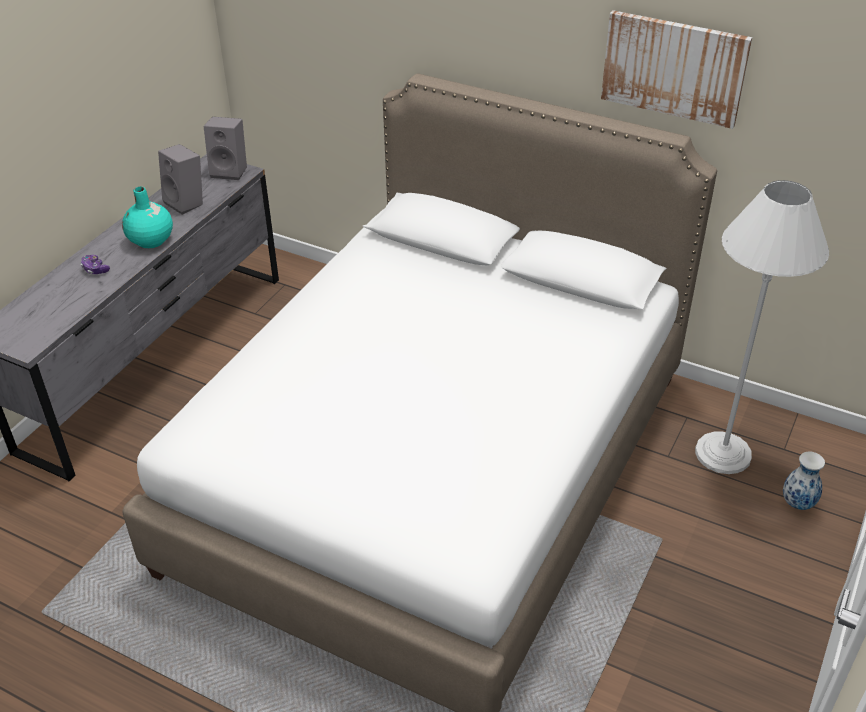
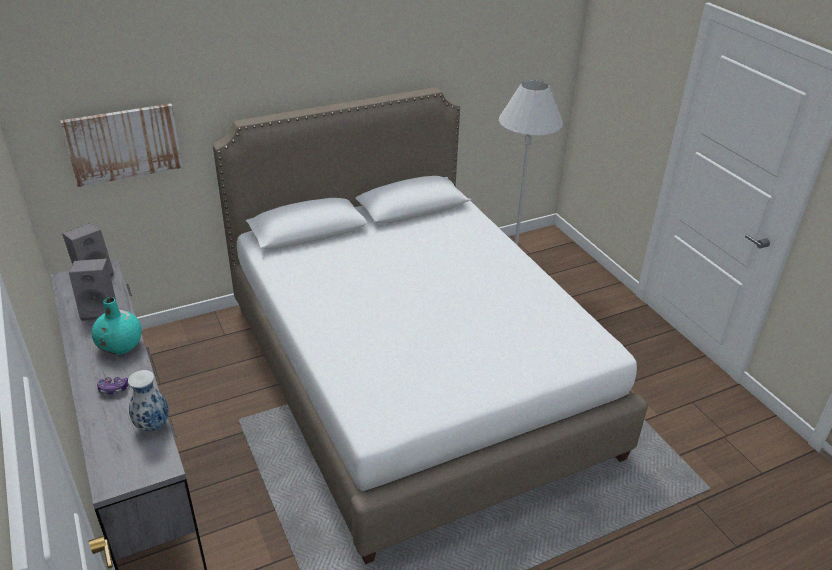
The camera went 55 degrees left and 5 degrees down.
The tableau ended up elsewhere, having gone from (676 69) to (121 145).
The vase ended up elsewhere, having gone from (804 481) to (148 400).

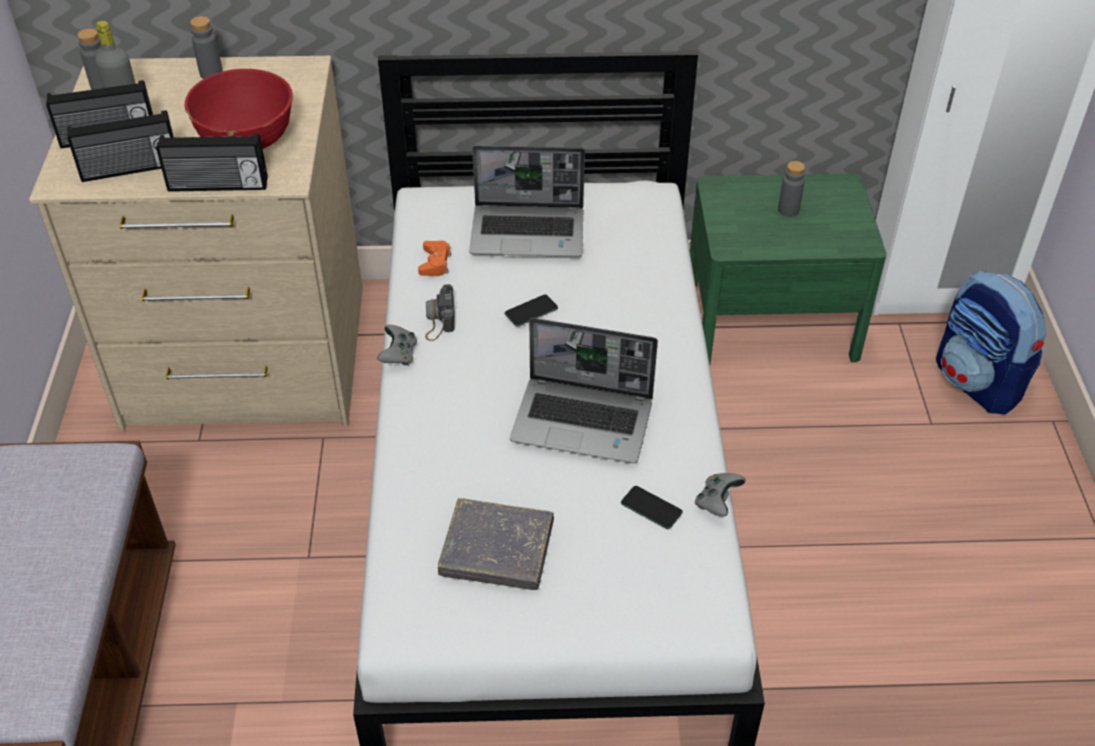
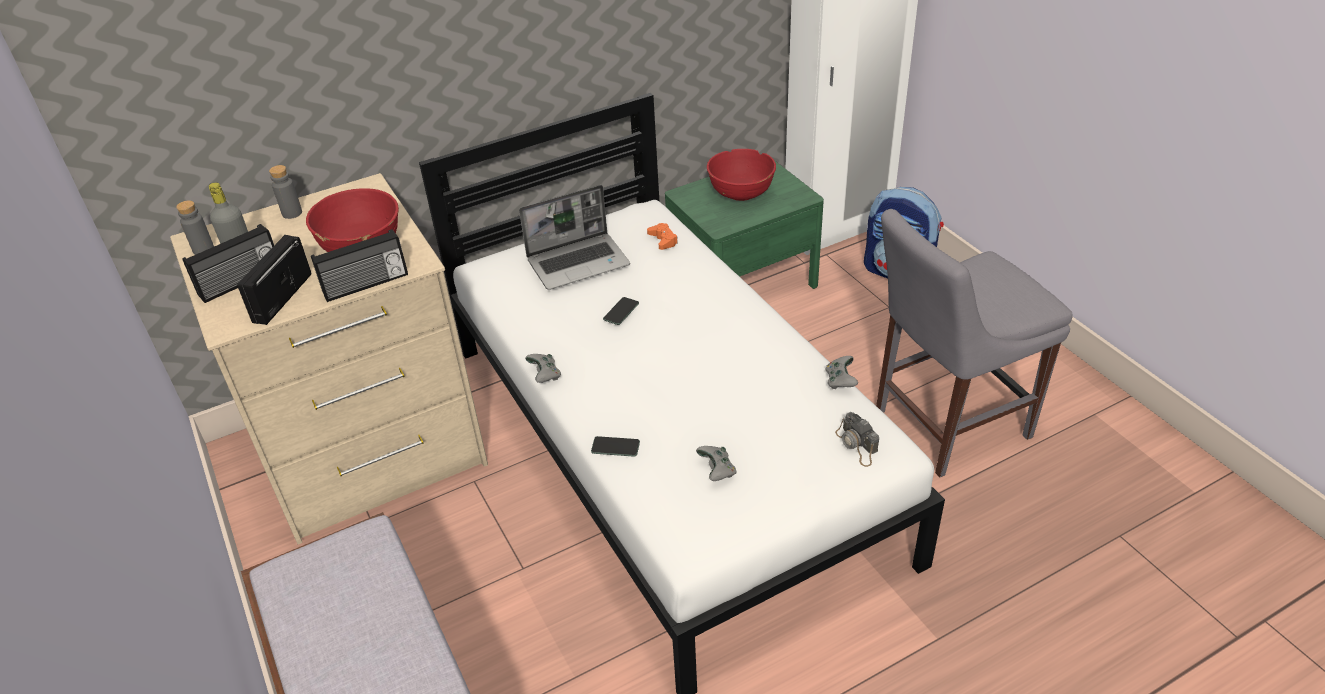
The camera went 25 degrees left and 5 degrees down.
The radio at (120 146) ended up facing another way, 150 degrees clockwise from before.
Where the bouteille (gris) stood at (791 189), the bol (rouge) came to stand at (741 175).
The manette (orange) ended up elsewhere, having gone from (434 258) to (662 236).
The appareil photo ended up elsewhere, having gone from (440 312) to (857 439).
The second view lost the ordinateur portable at (584 390).
The téléphone ended up elsewhere, having gone from (652 507) to (615 446).
Where the livre (gris) stood at (496 544), the manette (gris) came to stand at (716 463).
The second view gained the chaise (gris) at (974 343).

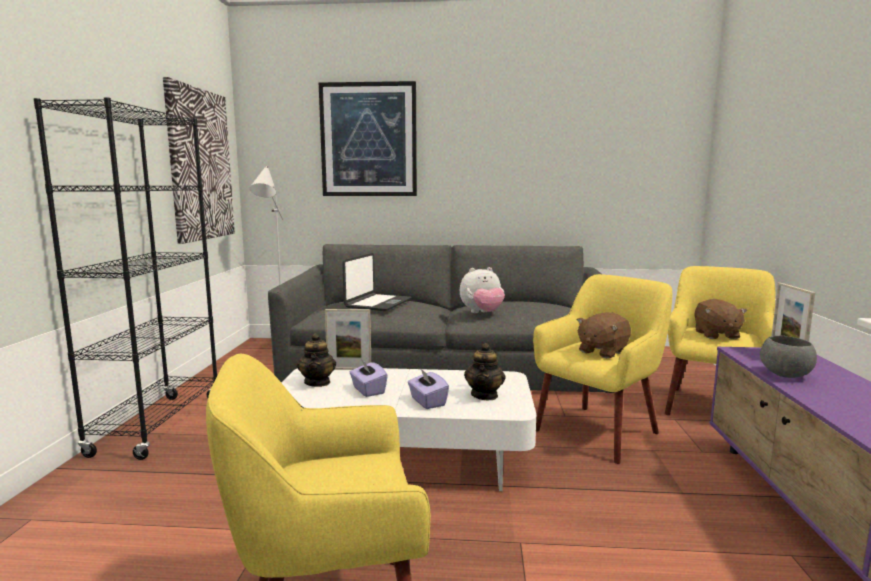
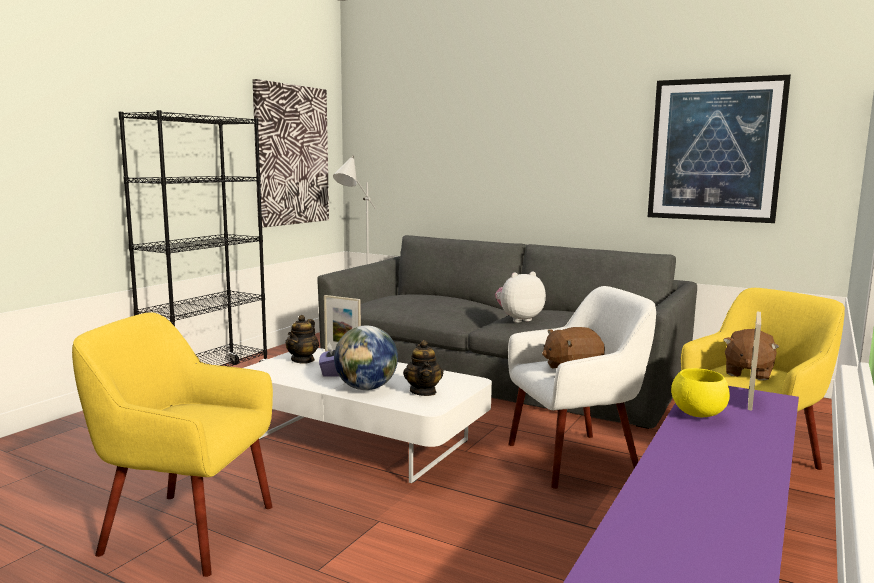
The camera went 25 degrees right and 0 degrees up.
The tableau ended up elsewhere, having gone from (368 138) to (719 149).
The second view lost the ordinateur portable at (377 282).
The peluche at (482 290) ended up facing another way, 150 degrees clockwise from before.
What was the fauteuil (jaune) at (602 369) turned into the fauteuil (blanc) at (582 387).
What was the bol (gris) at (788 357) turned into the bol (jaune) at (700 392).
The théière at (485 371) ended up facing another way, 45 degrees counterclockwise from before.
Where the boîte à mouchoirs (violet) stood at (428 389), the globe came to stand at (366 357).

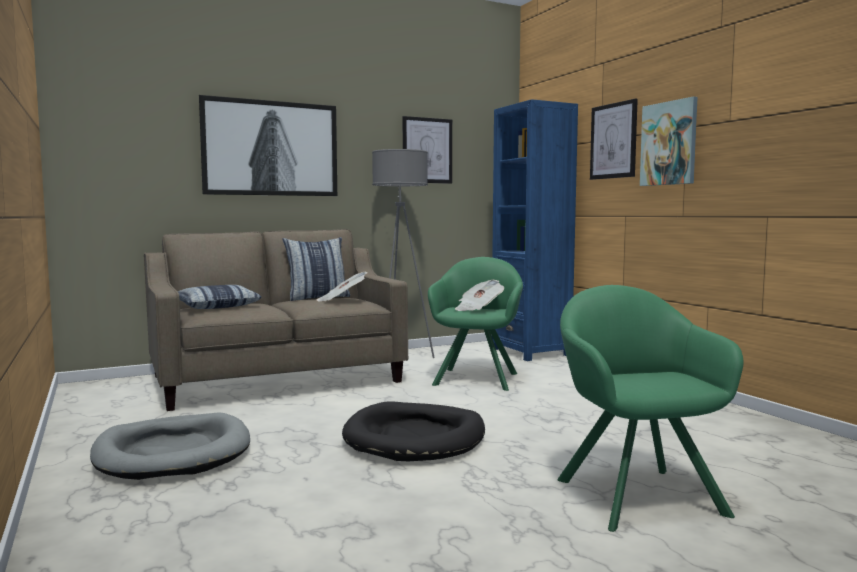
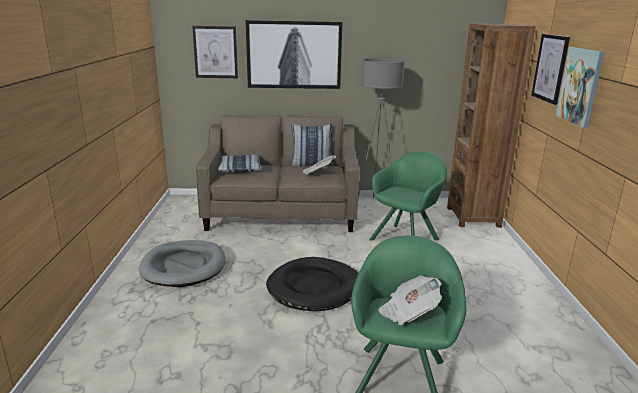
The camera went 25 degrees right and 15 degrees up.
What was the bibliothèque (bleu) at (535 230) turned into the bibliothèque (marron) at (491 125).
The tableau ended up elsewhere, having gone from (427 150) to (215 52).
The journal ended up elsewhere, having gone from (479 295) to (410 300).

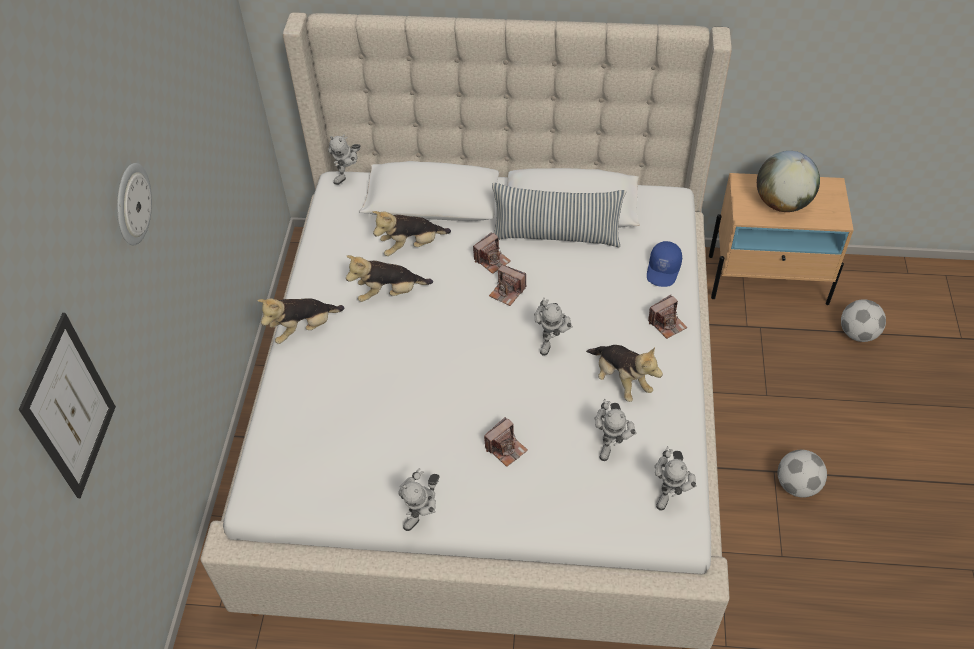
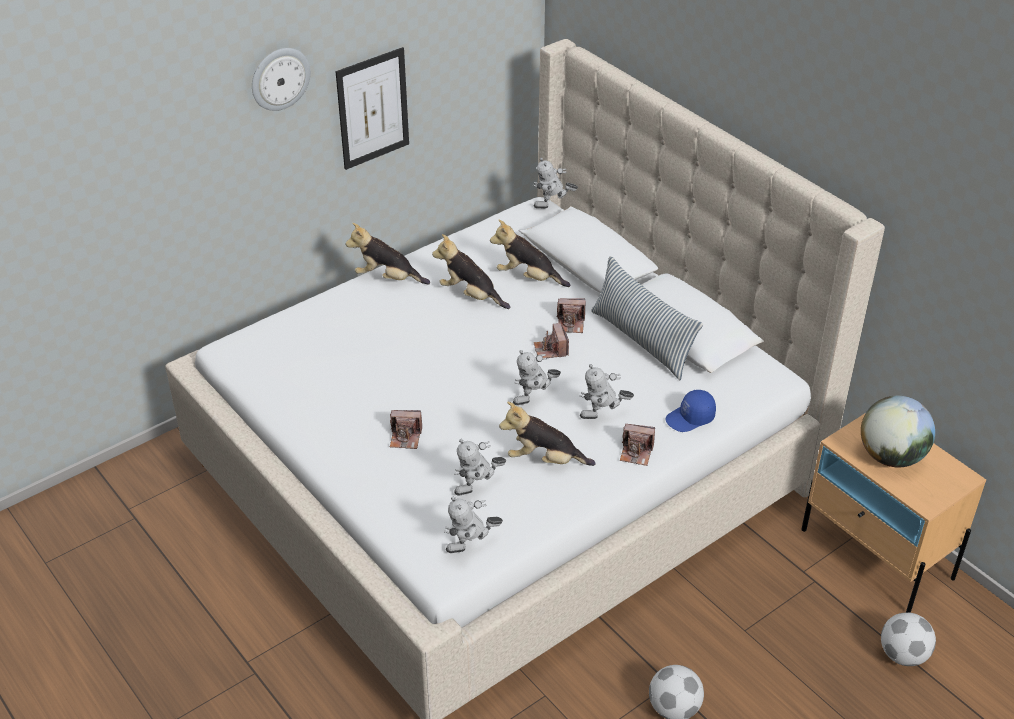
The camera went 45 degrees right and 10 degrees down.
The tableau ended up elsewhere, having gone from (67 405) to (372 108).
The peluche at (624 373) ended up facing another way, 90 degrees clockwise from before.
The robot jouet ended up elsewhere, having gone from (419 499) to (607 391).

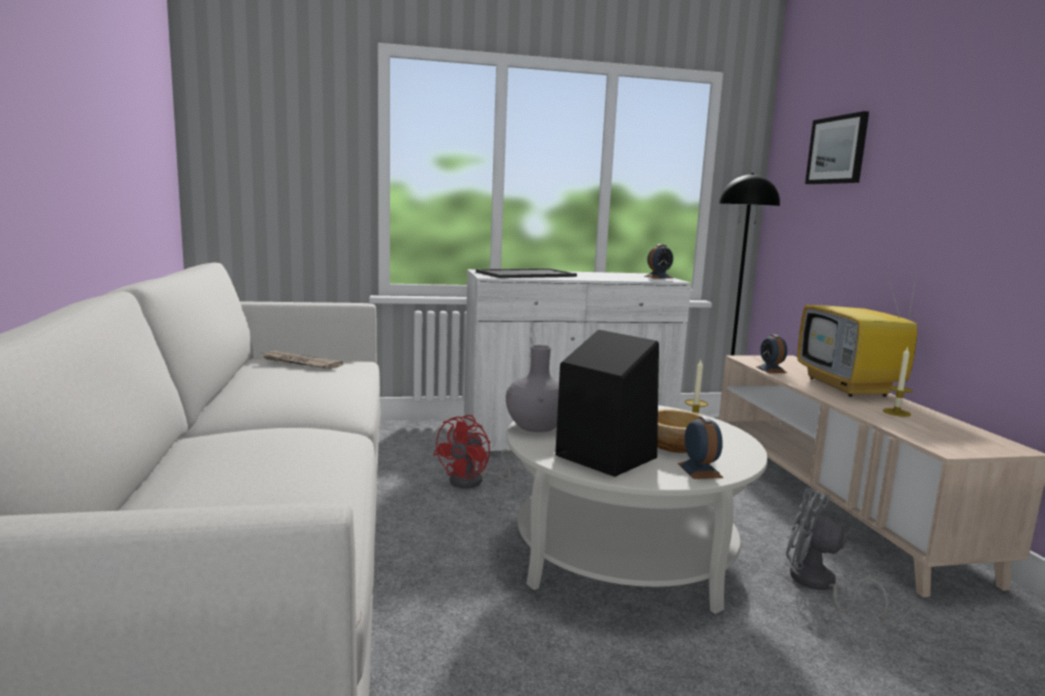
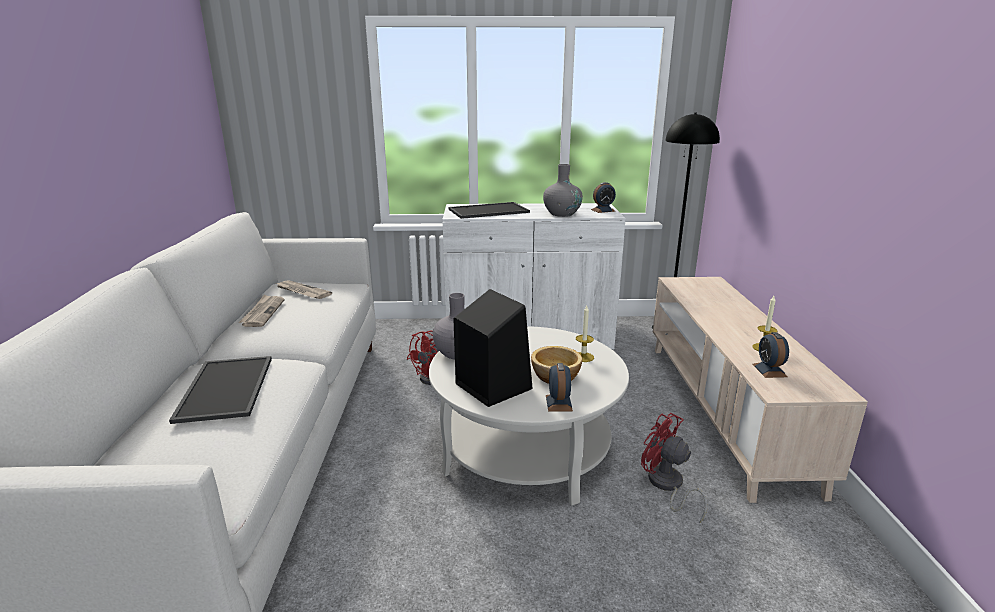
The camera went 10 degrees right and 10 degrees up.
The second view lost the tableau at (837 147).
The second view lost the téléviseur at (858 328).
The réveil ended up elsewhere, having gone from (771 353) to (770 355).
What was the ventilateur (gris) at (837 555) turned into the ventilateur (rouge) at (674 468).
The second view gained the vase (gris) at (563 190).
The second view gained the journal at (261 311).
The second view gained the plateau at (220 390).

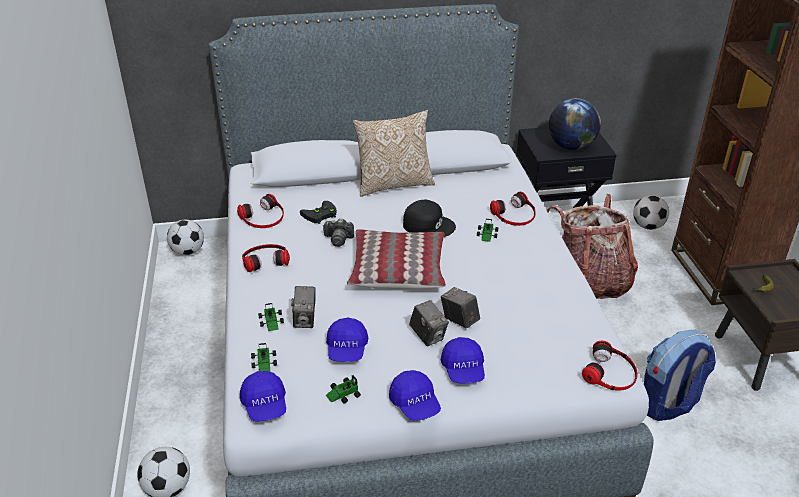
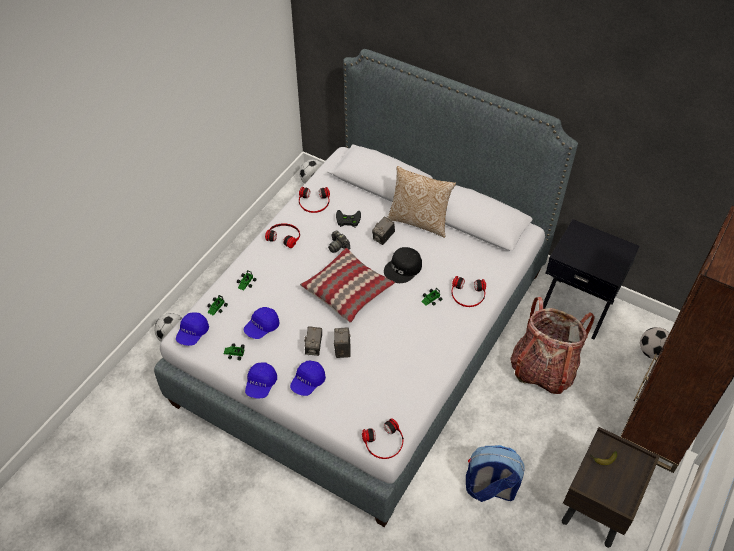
The camera went 40 degrees right and 15 degrees up.
The second view lost the globe at (575 124).
The casquette (noir) at (429 218) ended up facing another way, 75 degrees clockwise from before.
The appareil photo ended up elsewhere, having gone from (303 307) to (383 230).

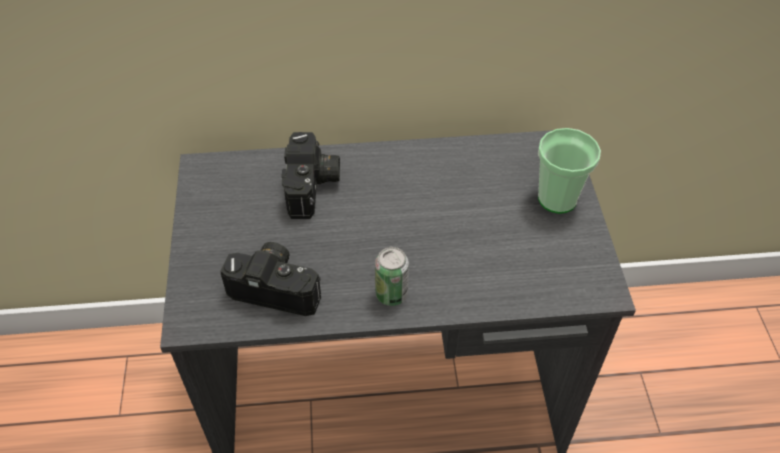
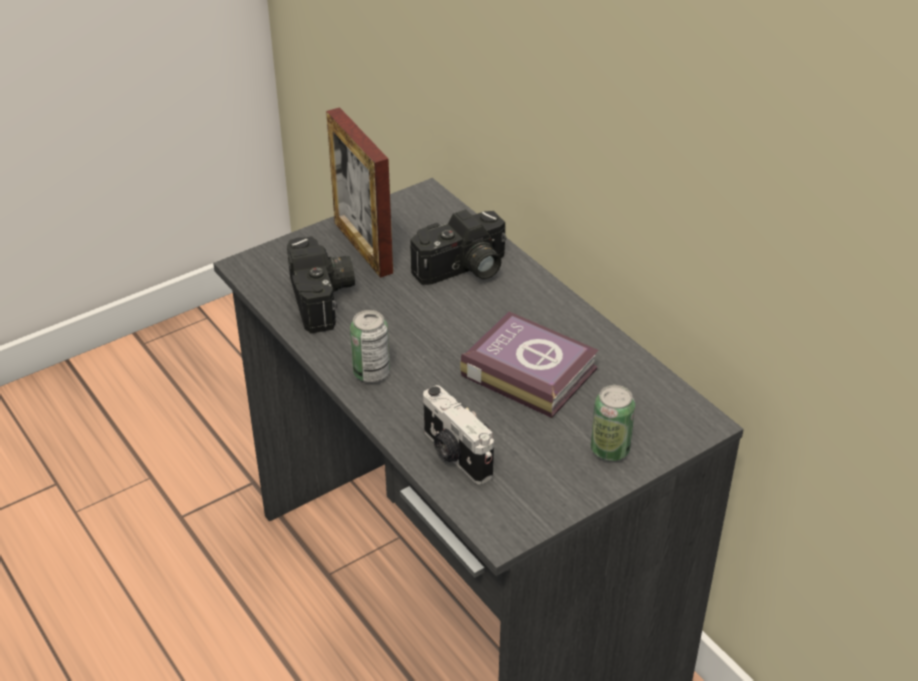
The camera went 60 degrees right and 10 degrees down.
Where the tasse stood at (569 171), the boîte métallique came to stand at (613 423).
The second view gained the cadre photo at (359 192).
The second view gained the livre at (529 365).
The second view gained the appareil photo at (458 435).

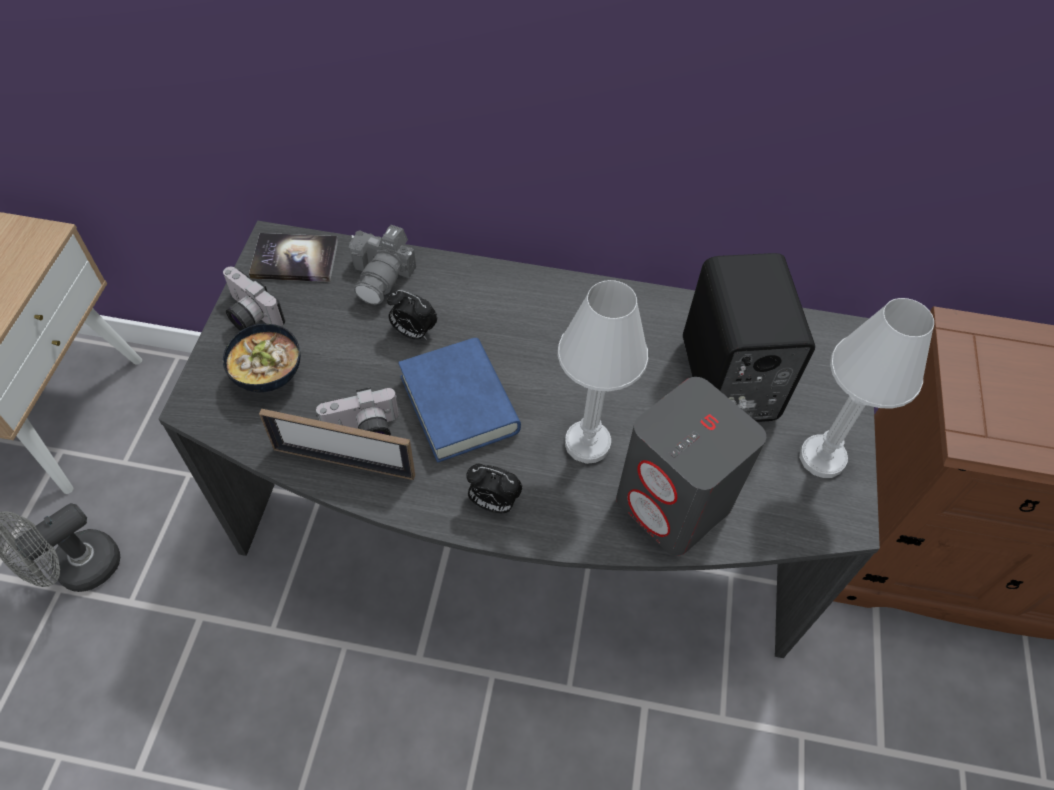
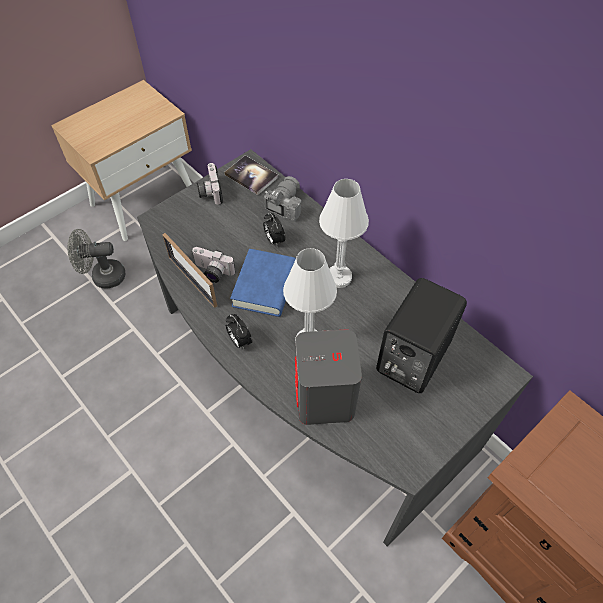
The camera went 40 degrees right and 0 degrees up.
The appareil photo at (382 265) ended up facing another way, 150 degrees clockwise from before.
The lampe de table (blanc) ended up elsewhere, having gone from (866 388) to (344 233).
The second view lost the bol at (262 358).

